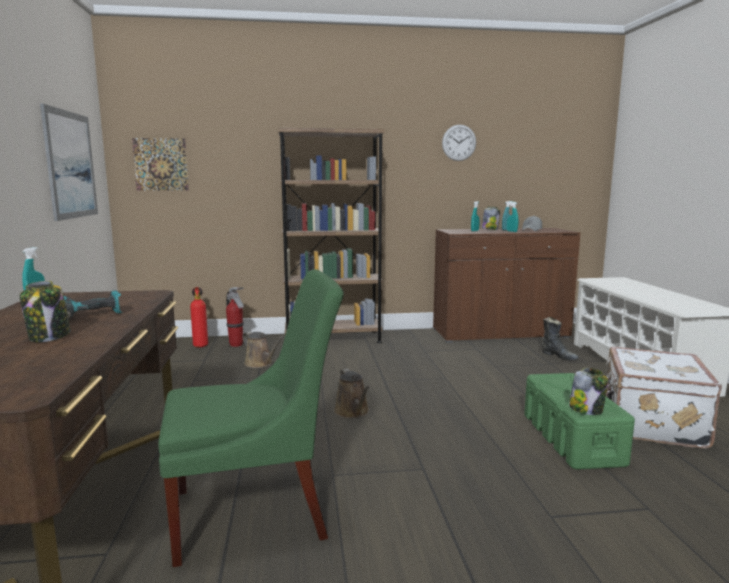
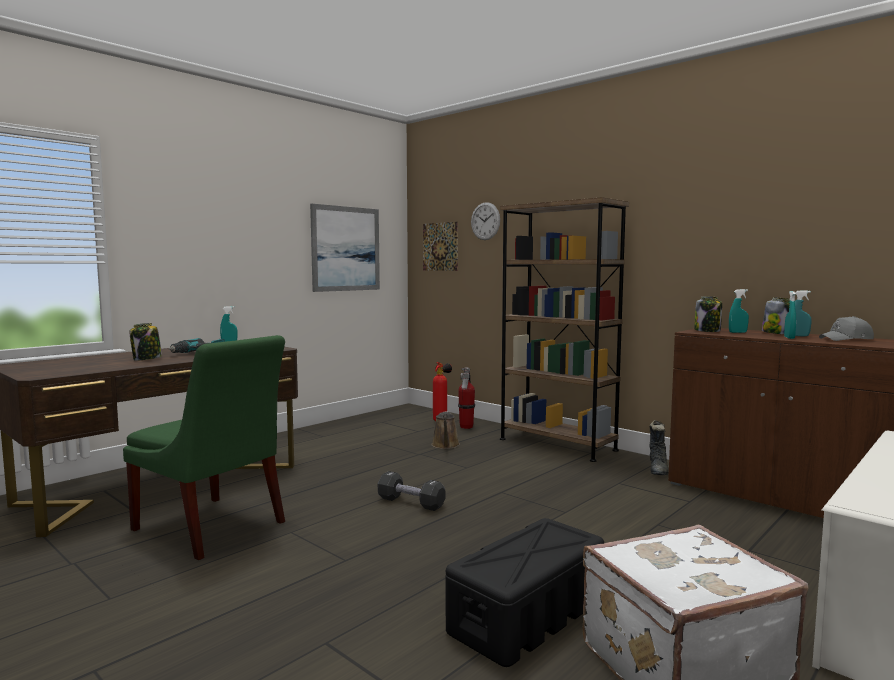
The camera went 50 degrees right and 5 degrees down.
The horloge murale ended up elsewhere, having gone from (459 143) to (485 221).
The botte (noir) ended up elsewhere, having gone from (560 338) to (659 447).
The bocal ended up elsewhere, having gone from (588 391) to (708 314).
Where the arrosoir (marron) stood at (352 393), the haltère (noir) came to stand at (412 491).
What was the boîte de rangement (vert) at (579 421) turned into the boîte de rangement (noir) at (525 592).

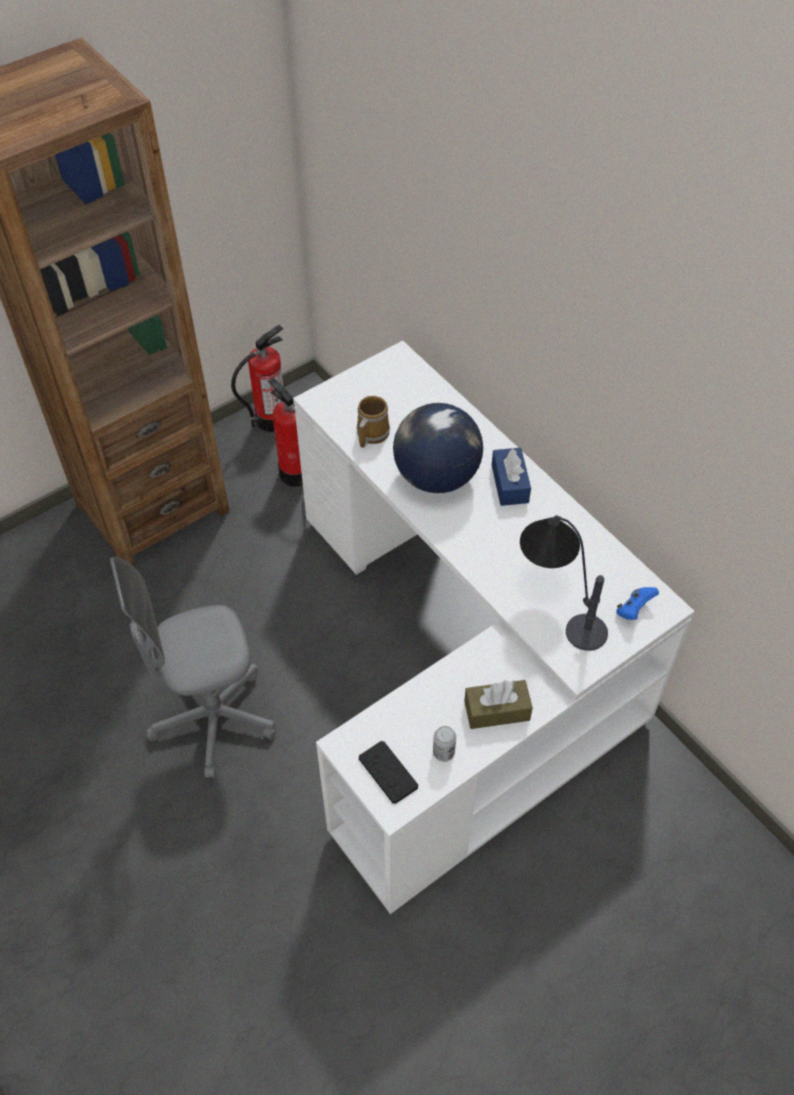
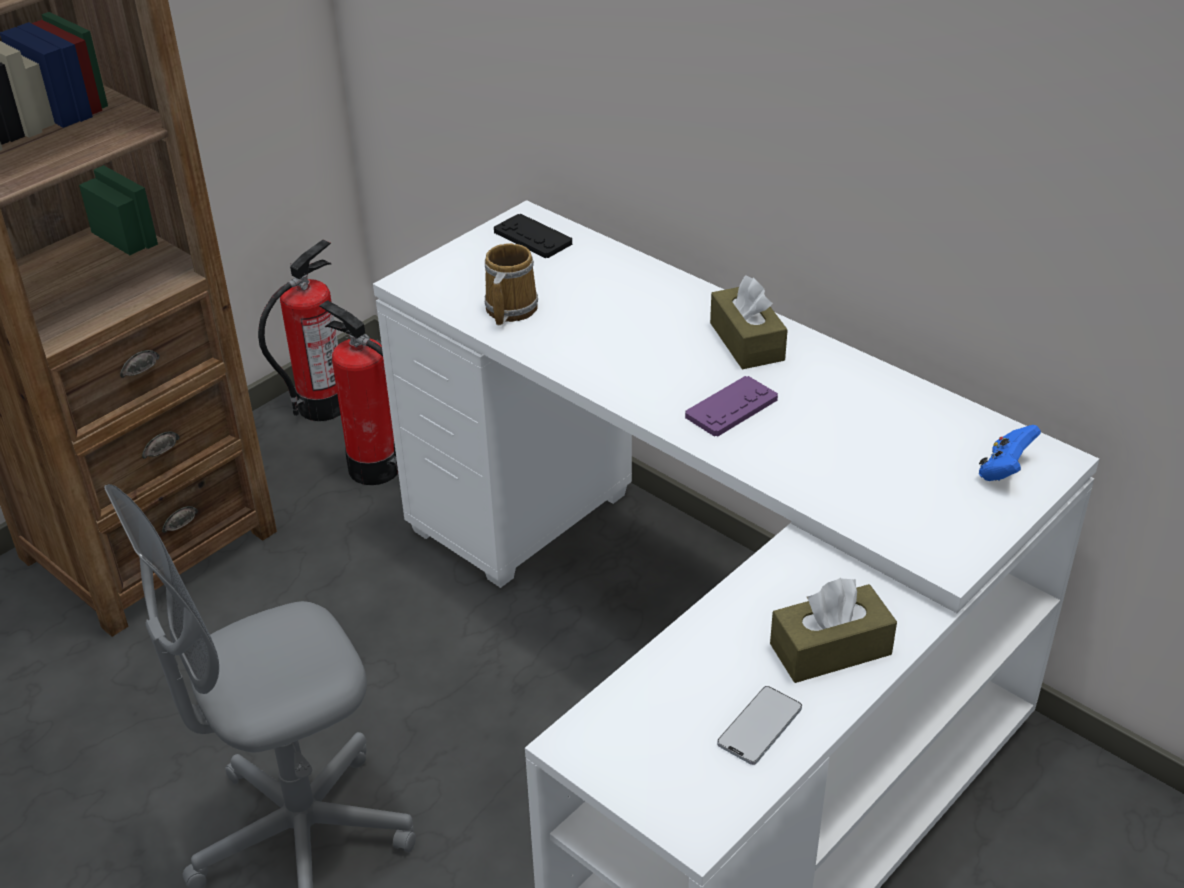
The camera went 10 degrees left and 15 degrees down.
The second view lost the globe at (438 448).
What was the boîte à mouchoirs (bleu) at (511 477) turned into the boîte à mouchoirs (marron) at (749 322).
The second view lost the lampe de table at (564 583).
Where the boîte métallique stood at (444 744), the téléphone came to stand at (759 725).
The manette (noir) ended up elsewhere, having gone from (388 772) to (533 236).
The second view gained the manette (violet) at (731 406).

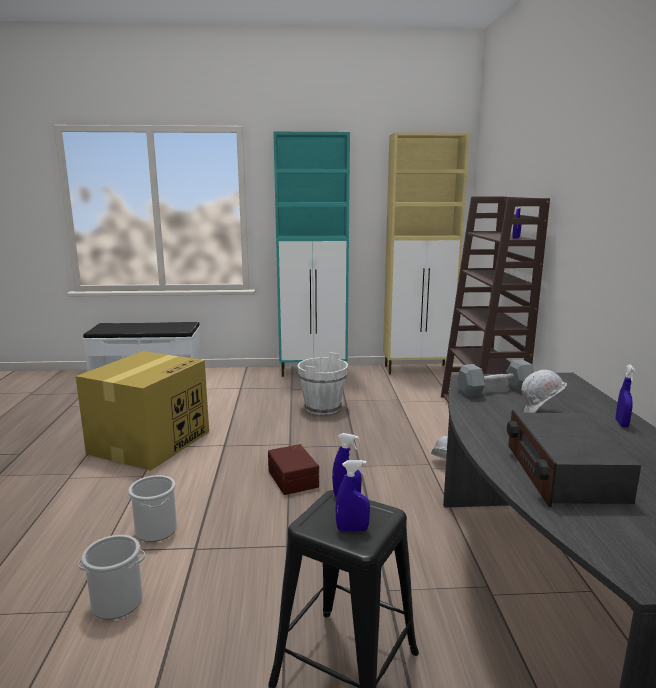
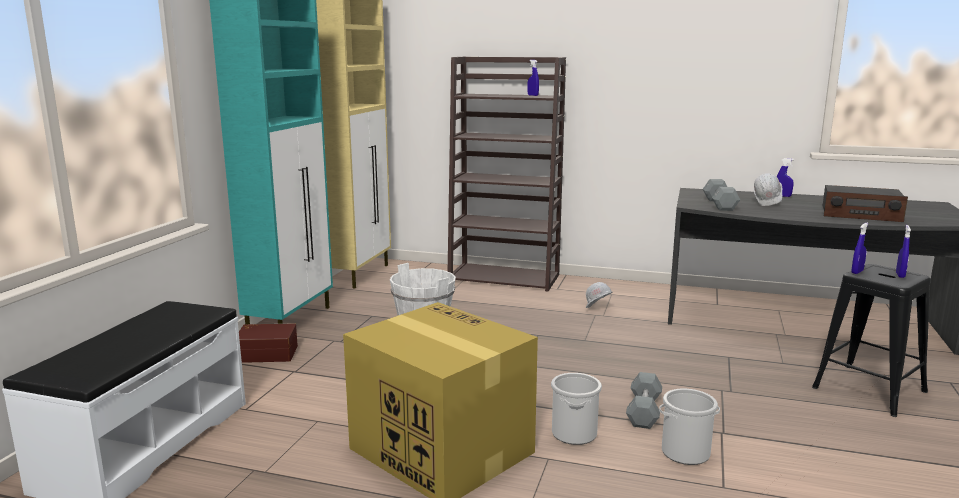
The camera went 70 degrees left and 0 degrees up.
The boîte de rangement (marron) ended up elsewhere, having gone from (293 469) to (268 343).
The seau ended up elsewhere, having gone from (111 577) to (576 409).
The second view gained the haltère (gris) at (644 400).

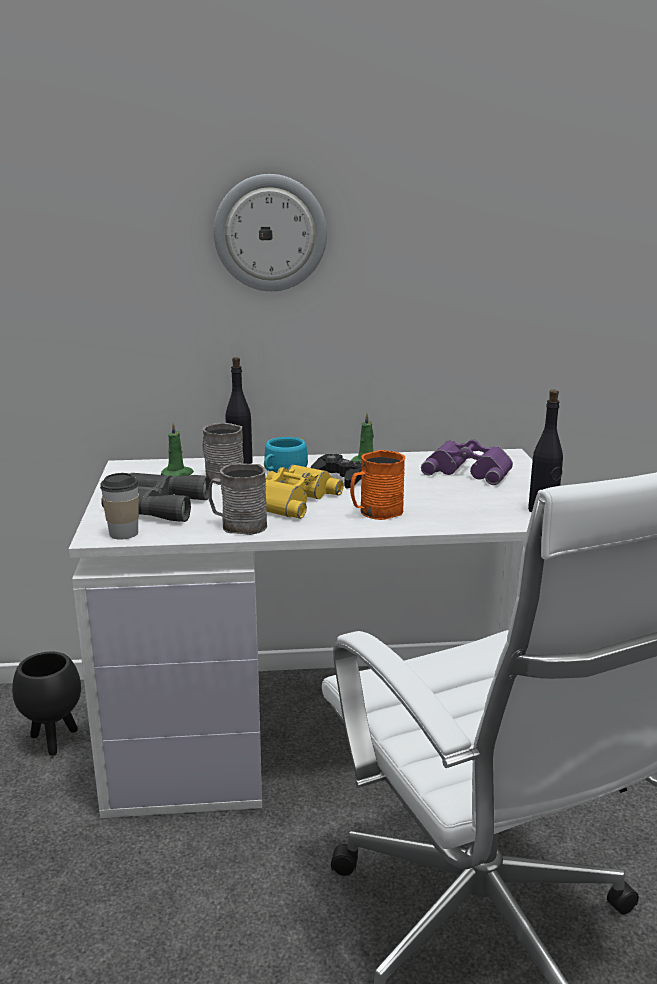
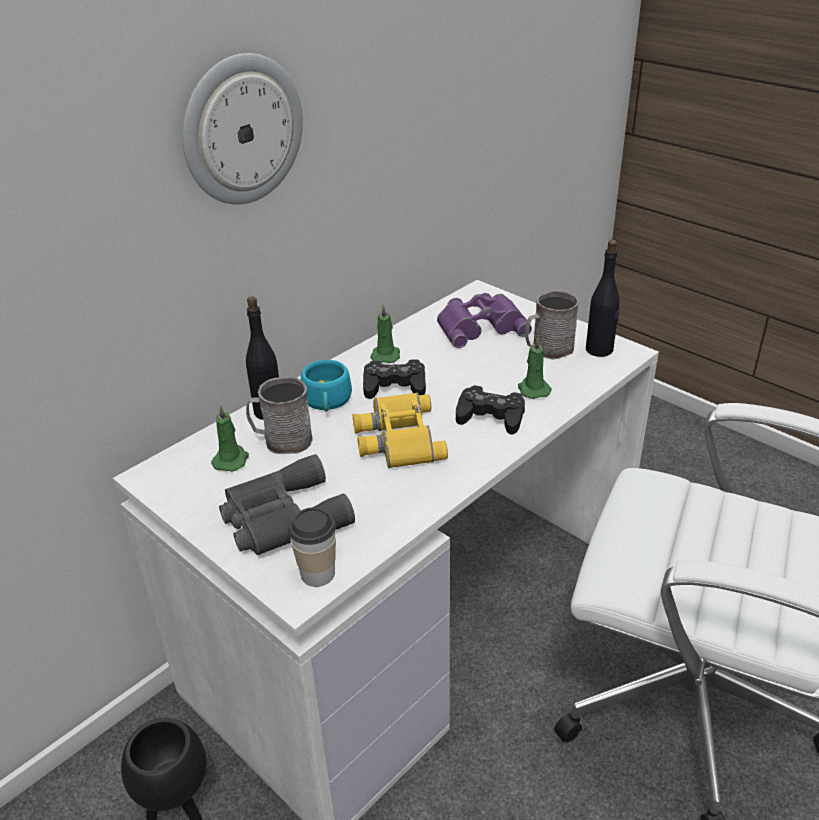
The camera went 40 degrees left and 15 degrees up.
Where the mug (orange) stood at (377 485), the manette (noir) came to stand at (490 410).
The mug (gris) ended up elsewhere, having gone from (237 499) to (552 324).
The second view gained the bougie (vert) at (535 368).

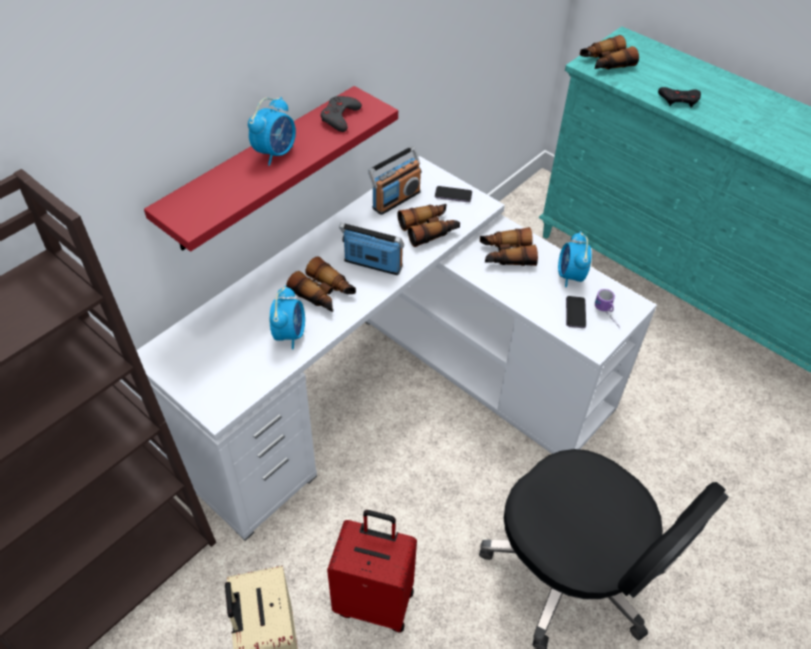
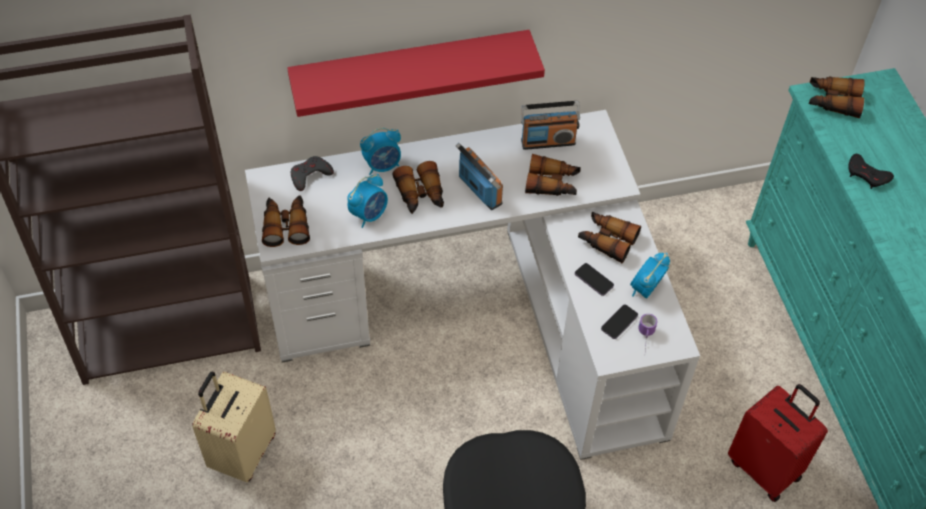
The camera went 35 degrees right and 5 degrees up.
The manette (gris) ended up elsewhere, having gone from (341 114) to (312 173).
The réveil ended up elsewhere, having gone from (272 131) to (380 151).
The téléphone ended up elsewhere, having gone from (453 194) to (594 279).
The valise (rouge) ended up elsewhere, having gone from (372 571) to (778 443).
The second view gained the jumelles at (286 221).

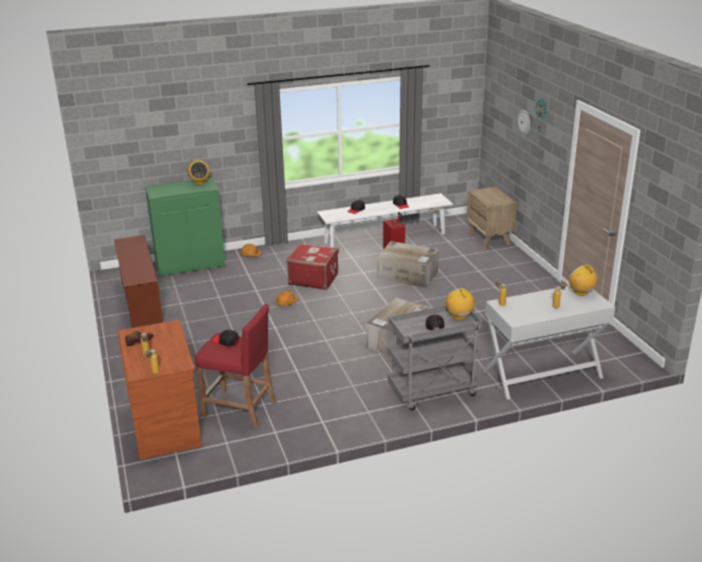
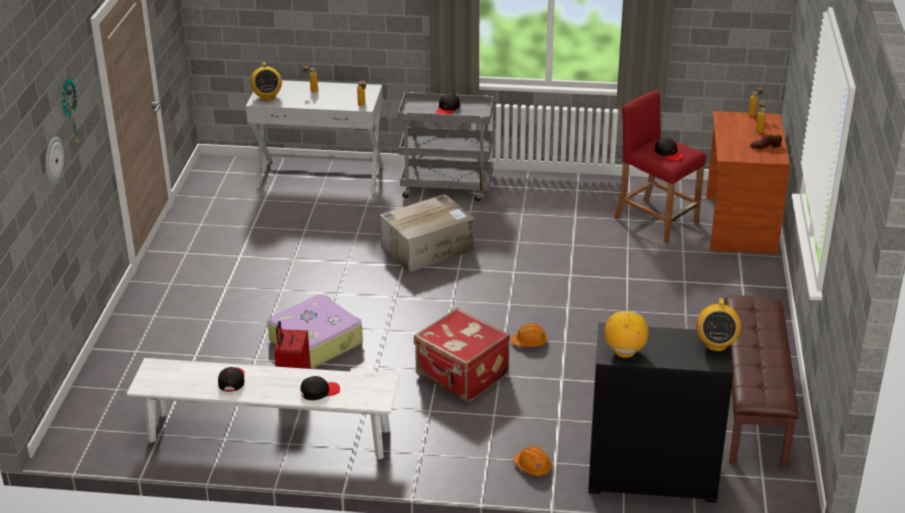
The camera went 155 degrees left and 5 degrees up.
What was the meuble de rangement (vert) at (185 227) turned into the meuble de rangement (noir) at (661 412).
The second view lost the table de chevet (marron) at (492 218).
Where the étagère à chaussures (marron) stood at (138 281), the banc (marron) came to stand at (761 381).
Where the carton stood at (408 264), the valise came to stand at (315 331).
The radio ended up elsewhere, having gone from (460 304) to (718 324).

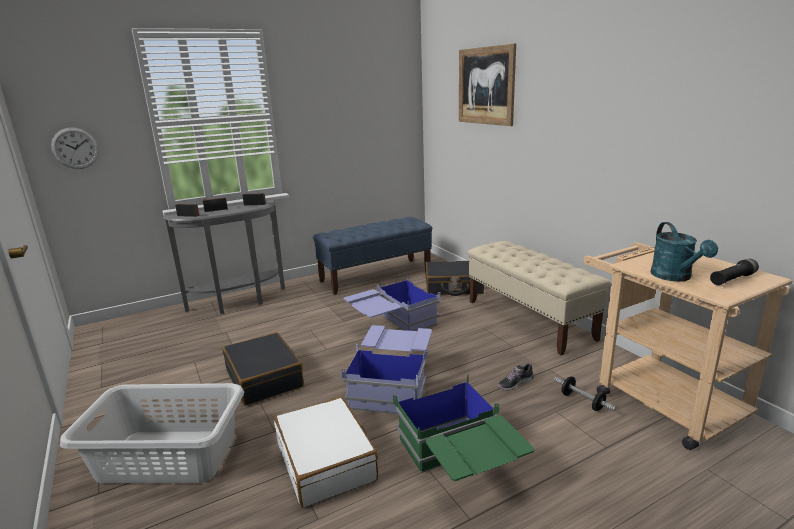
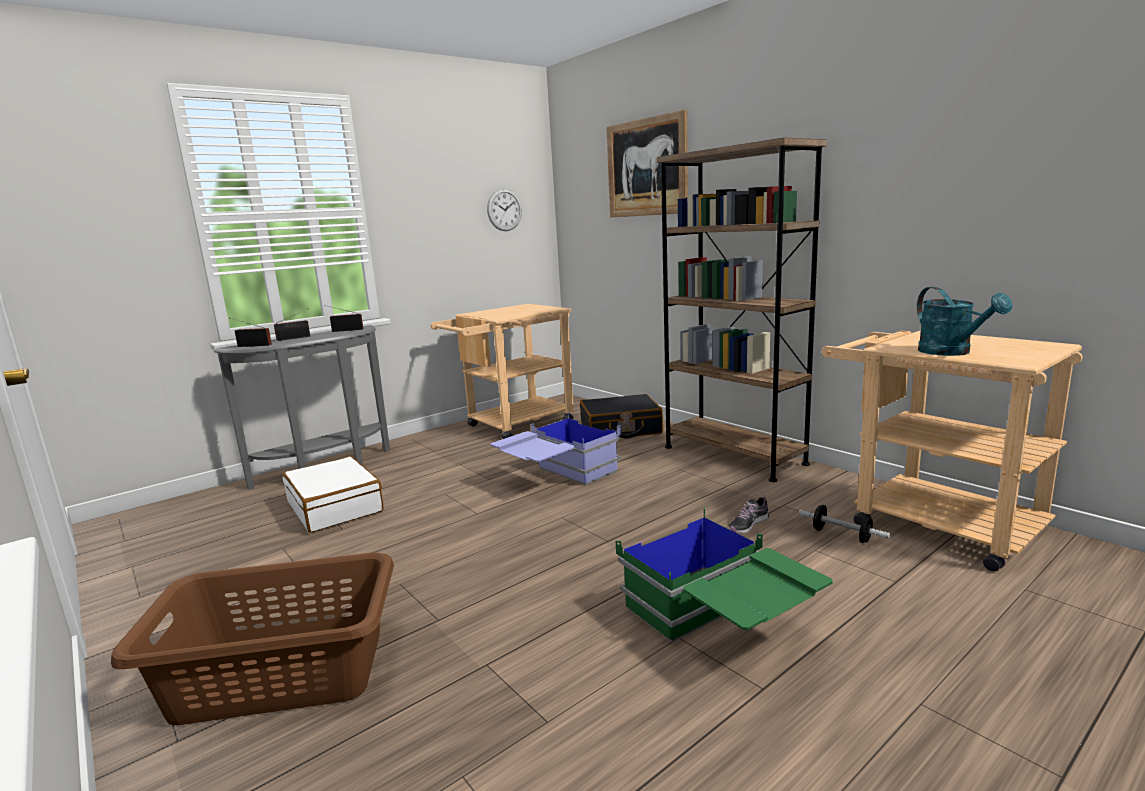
The camera went 10 degrees left and 5 degrees down.
The horloge murale ended up elsewhere, having gone from (75 148) to (504 210).
Where the banc (bleu) stood at (372 256), the chariot (beige) came to stand at (502 371).
Where the banc (beige) stood at (538 298), the bibliothèque (marron) came to stand at (742 309).
The second view lost the lampe de poche (noir) at (734 272).
The second view lost the boîte de rangement (bleu) at (386 369).
The second view lost the valise (noir) at (263 369).
What was the panier à linge (gris) at (152 433) turned into the panier à linge (marron) at (252 638).
The valise (blanc) ended up elsewhere, having gone from (326 452) to (333 494).

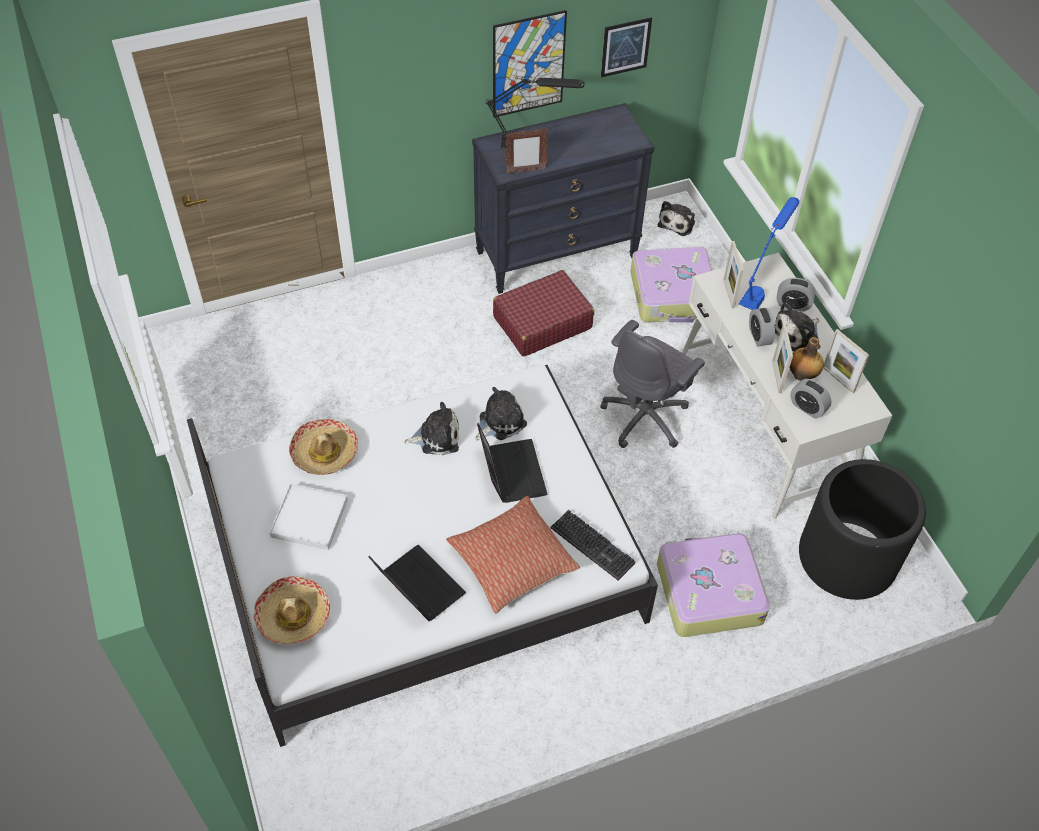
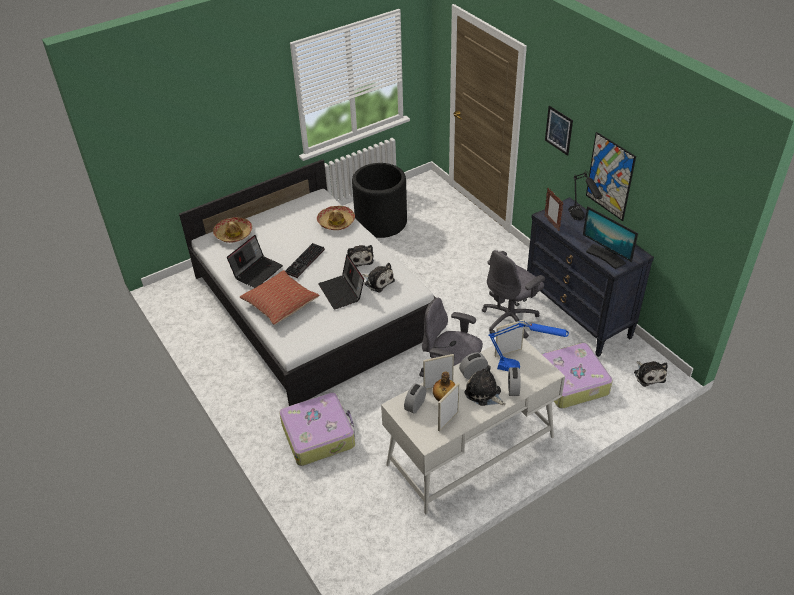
The camera went 80 degrees right and 10 degrees down.
The tableau ended up elsewhere, having gone from (626 47) to (559 131).
The peluche at (676 218) ended up facing another way, 120 degrees counterclockwise from before.
Where the valise (rouge) stood at (543 313), the chaise de bureau (gris) came to stand at (513 294).
The ordinateur portable at (512 463) ended up facing another way, 90 degrees clockwise from before.
The cache-pot (noir) ended up elsewhere, having gone from (862 529) to (379 200).
The second view lost the plateau (blanc) at (308 516).
The clavier ended up elsewhere, having gone from (593 545) to (305 260).
The second view gained the écran d'ordinateur at (610 237).

